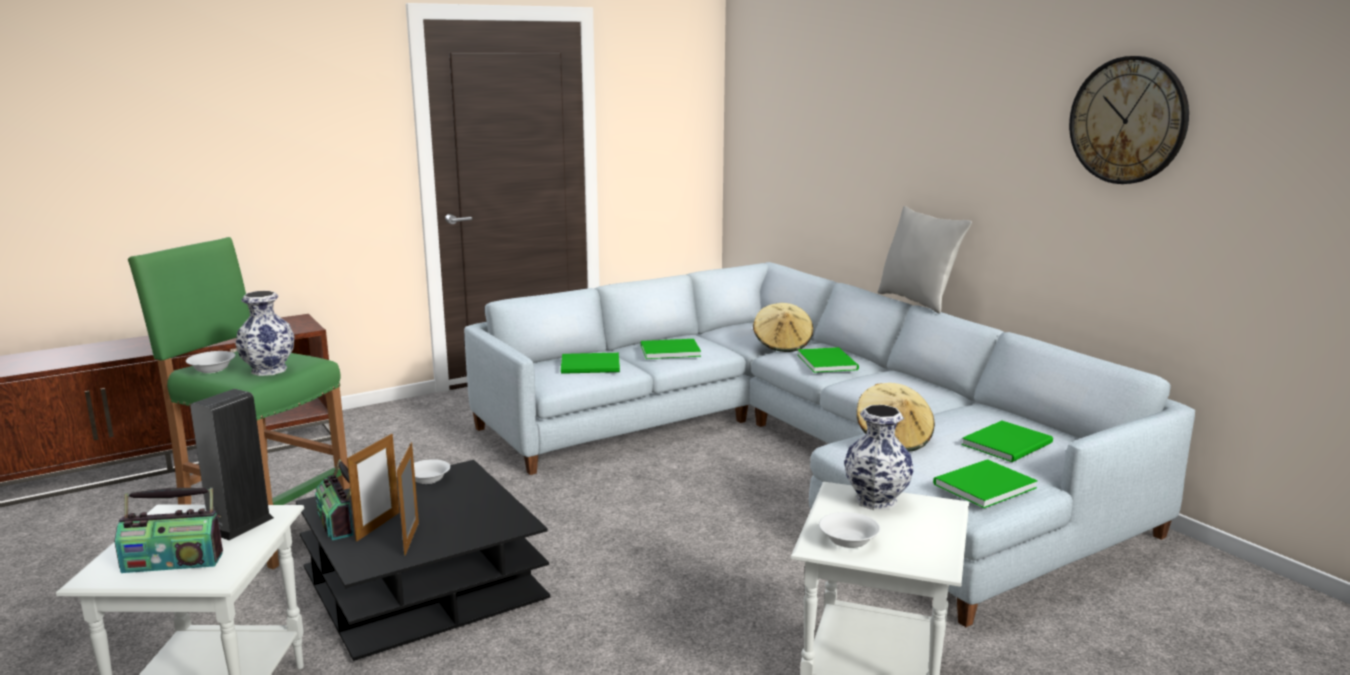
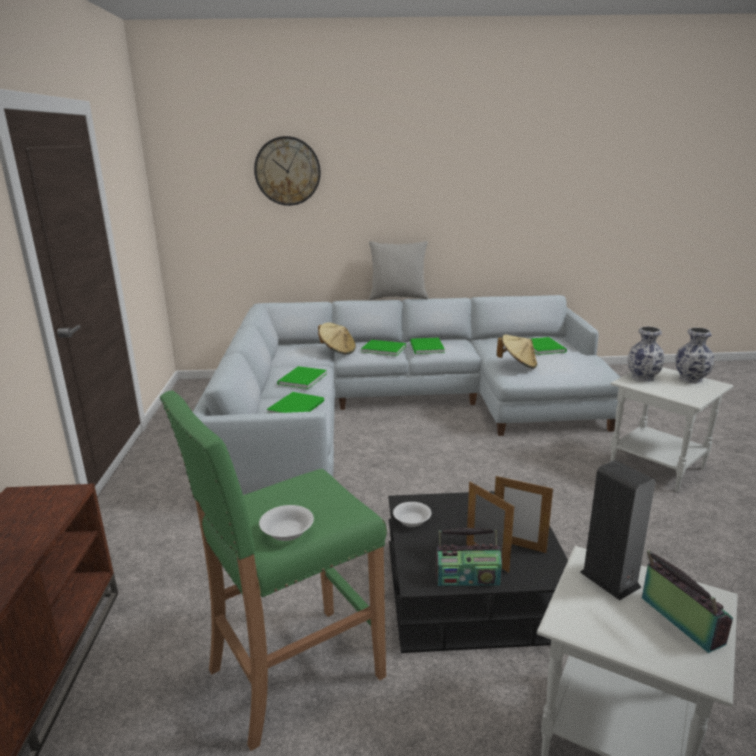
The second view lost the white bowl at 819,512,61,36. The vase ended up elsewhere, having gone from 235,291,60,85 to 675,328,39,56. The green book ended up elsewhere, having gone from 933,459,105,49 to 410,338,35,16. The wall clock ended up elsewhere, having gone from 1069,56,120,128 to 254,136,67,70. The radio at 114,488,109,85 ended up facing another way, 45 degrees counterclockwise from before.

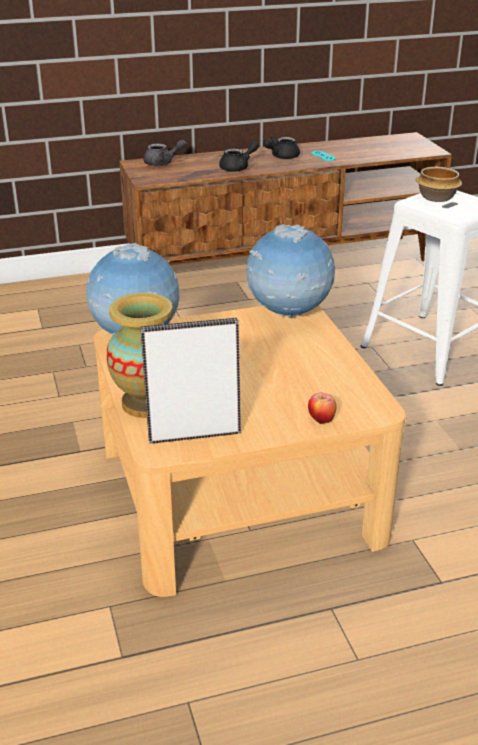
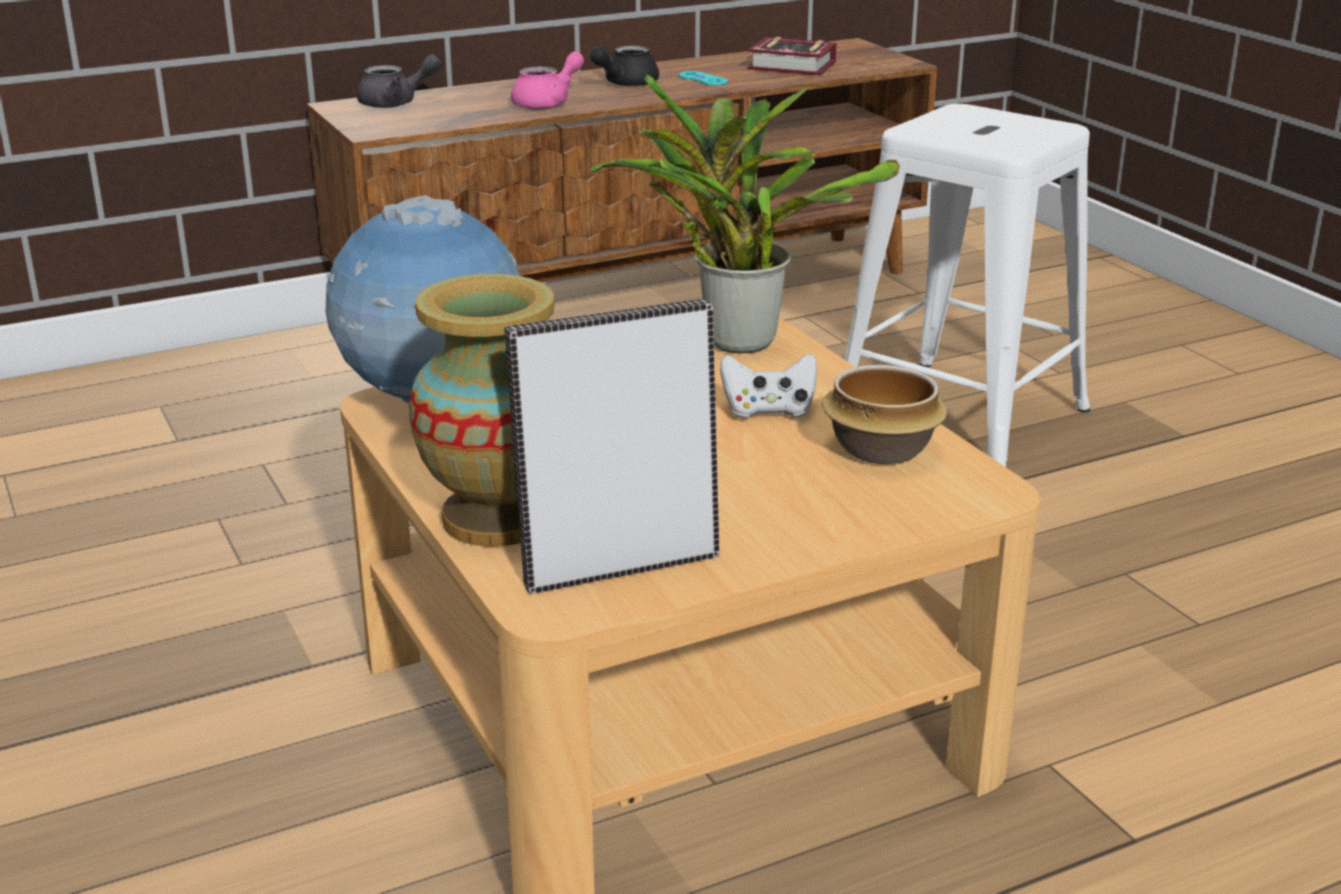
The second view lost the apple at 308,393,28,31. The second view gained the white game controller at 720,353,97,65. The second view gained the book at 747,37,90,39. The bowl ended up elsewhere, having gone from 416,167,46,35 to 822,365,125,99. Where the globe stood at 246,224,89,93, the potted plant came to stand at 589,75,311,279. What was the black teapot at 219,141,40,31 turned into the pink teapot at 511,51,73,59.

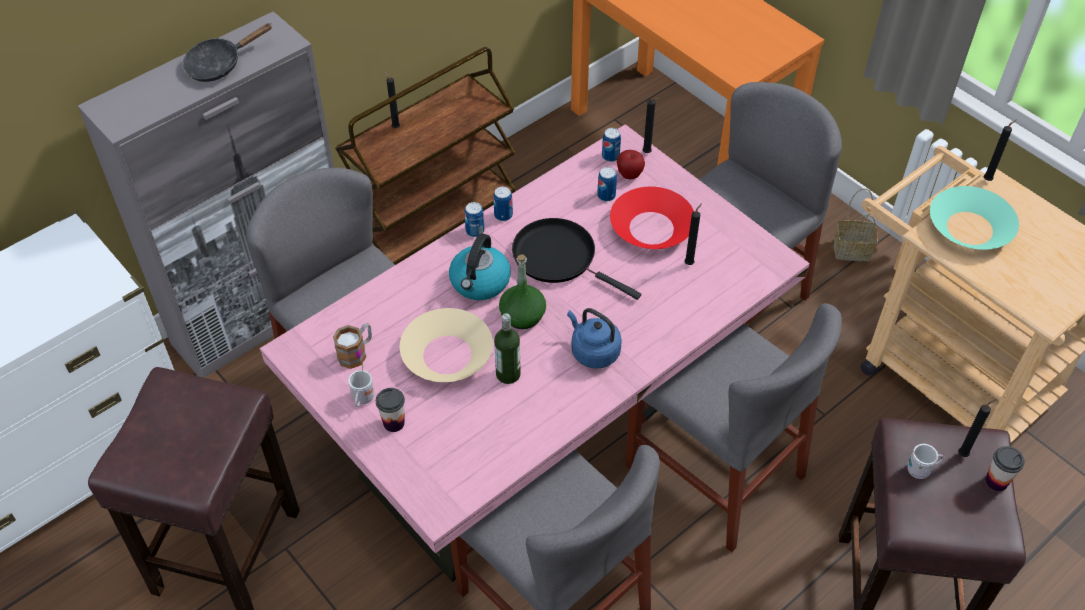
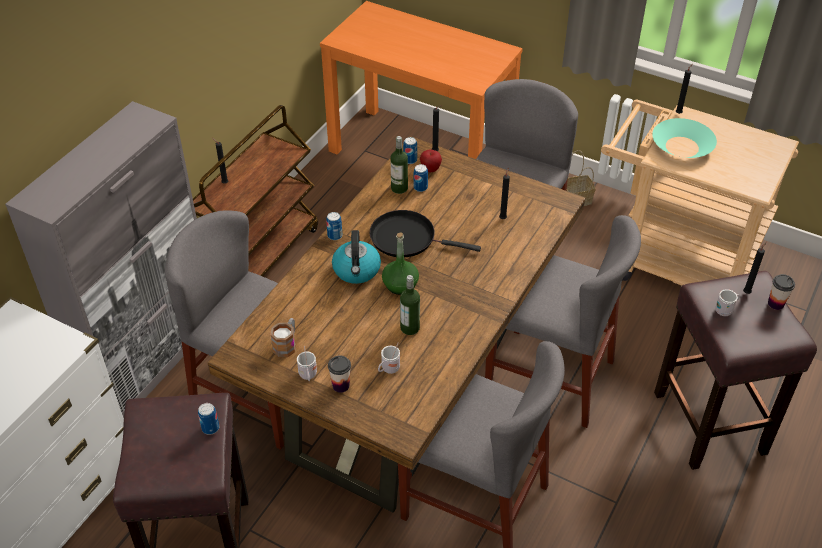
The second view lost the black frying pan at 183,23,89,59. The second view lost the beige bowl at 400,308,93,74. The second view lost the blue kettle at 567,308,55,61. The second view lost the red bowl at 610,187,84,62. The second view gained the white mug at 378,342,22,32. The second view gained the bottle at 391,136,17,58. The can ended up elsewhere, having gone from 493,186,20,35 to 198,403,21,32. What was the pink dining table at 260,124,550,458 turned into the brown dining table at 207,136,378,377.

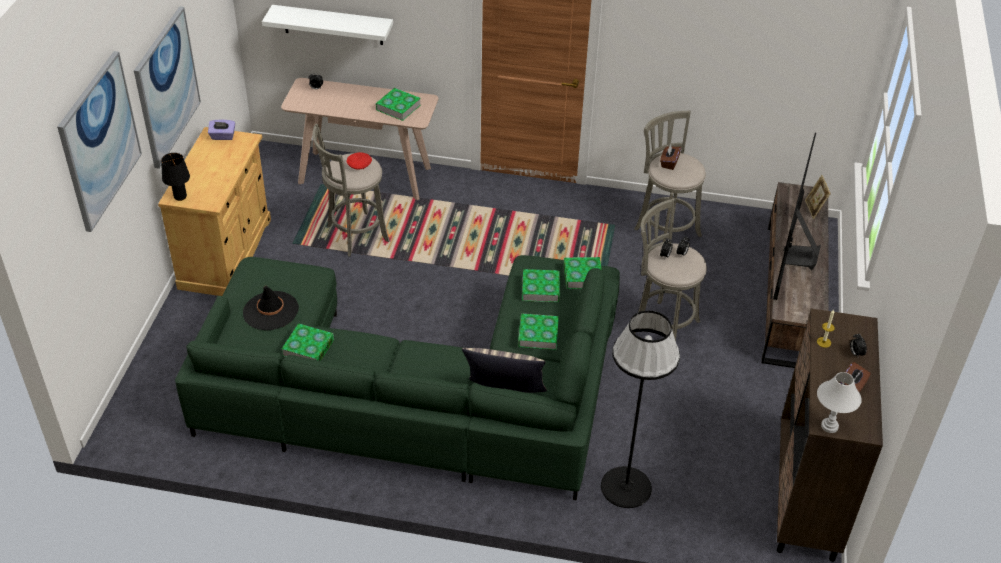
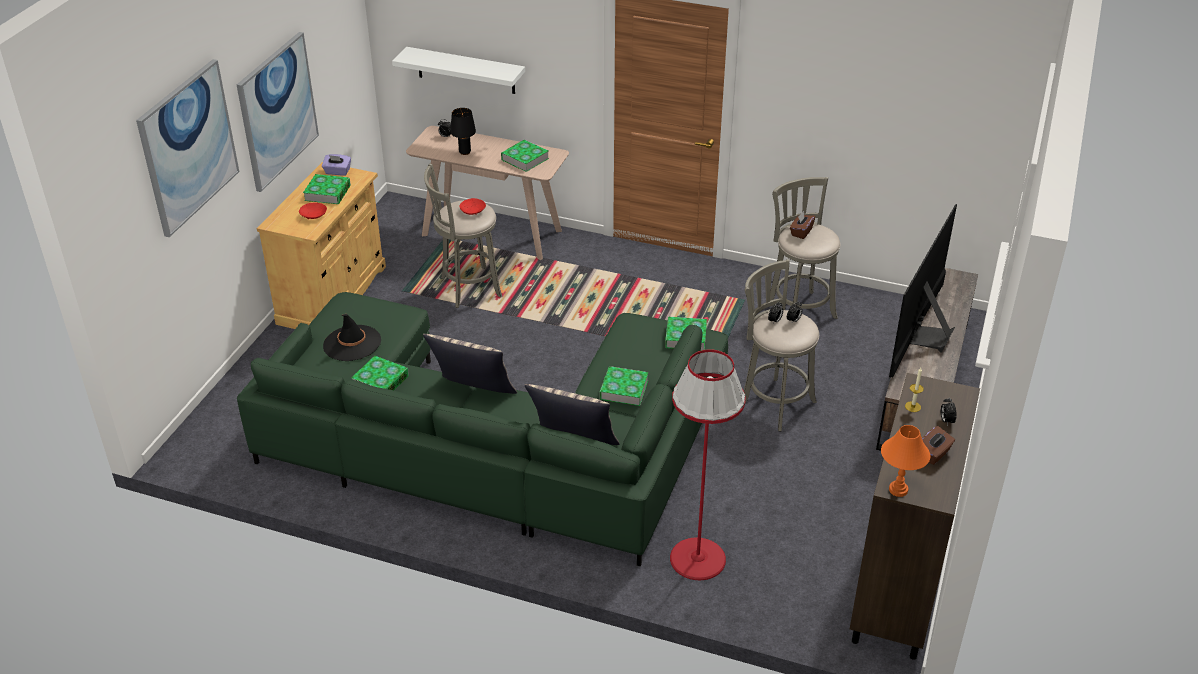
The second view lost the picture frame at 805,175,26,44. The second view gained the red bowl at 299,202,28,17. The second view gained the pillow at 423,334,94,60. The black table lamp ended up elsewhere, having gone from 161,153,29,48 to 450,108,26,47. The book ended up elsewhere, having gone from 522,269,38,33 to 303,174,48,30. What was the black floor lamp at 601,310,79,198 turned into the red floor lamp at 670,349,76,231. What was the white table lamp at 817,372,45,61 turned into the orange table lamp at 881,425,50,72.

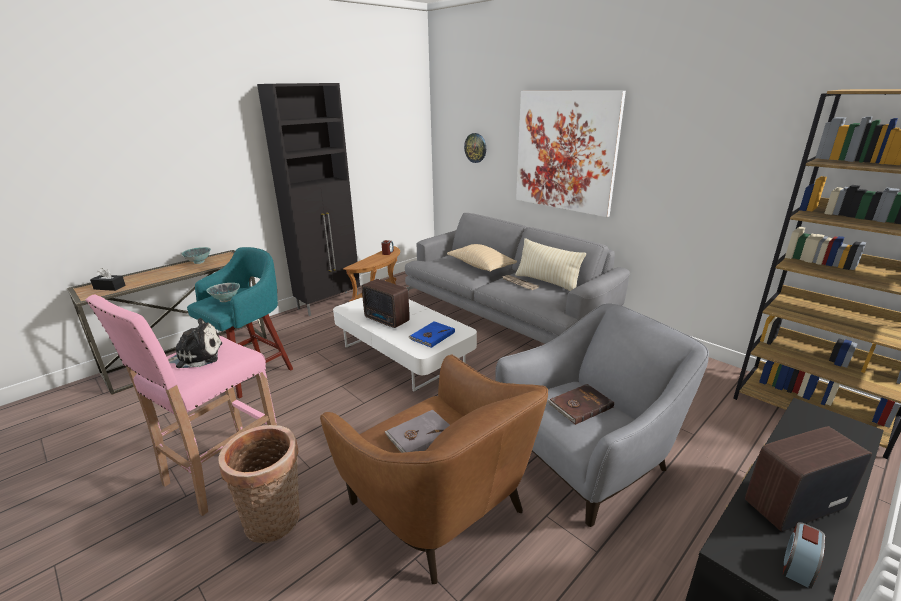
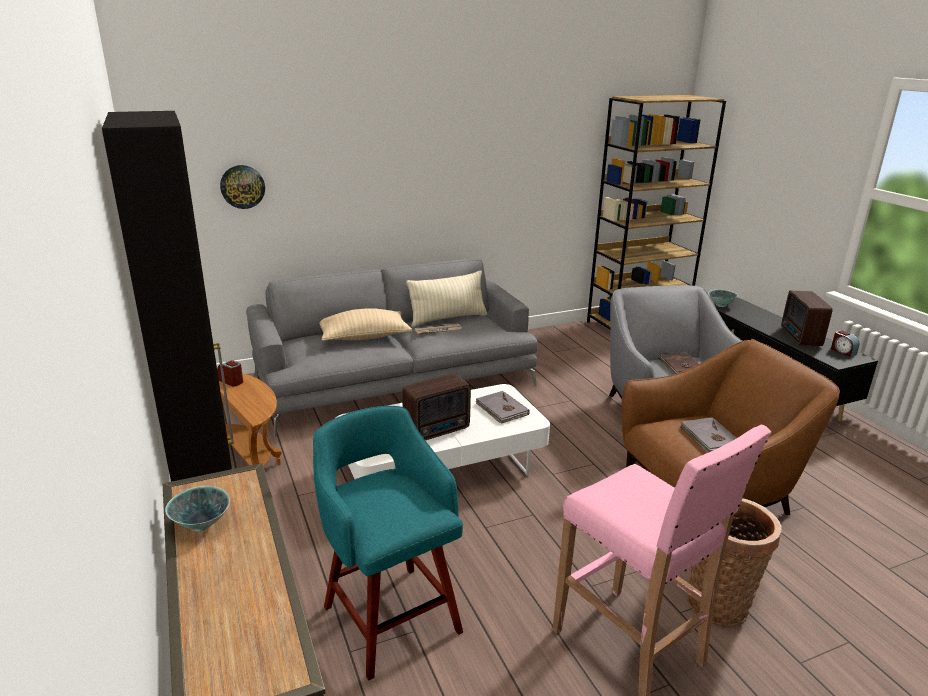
The second view lost the black tissue box at 90,268,36,23. The second view lost the plush toy at 168,318,54,50. The second view lost the picture at 516,91,110,126. The bowl ended up elsewhere, having gone from 206,283,34,19 to 708,289,30,18. What was the blue book at 409,321,46,27 turned into the grey book at 476,391,54,32.

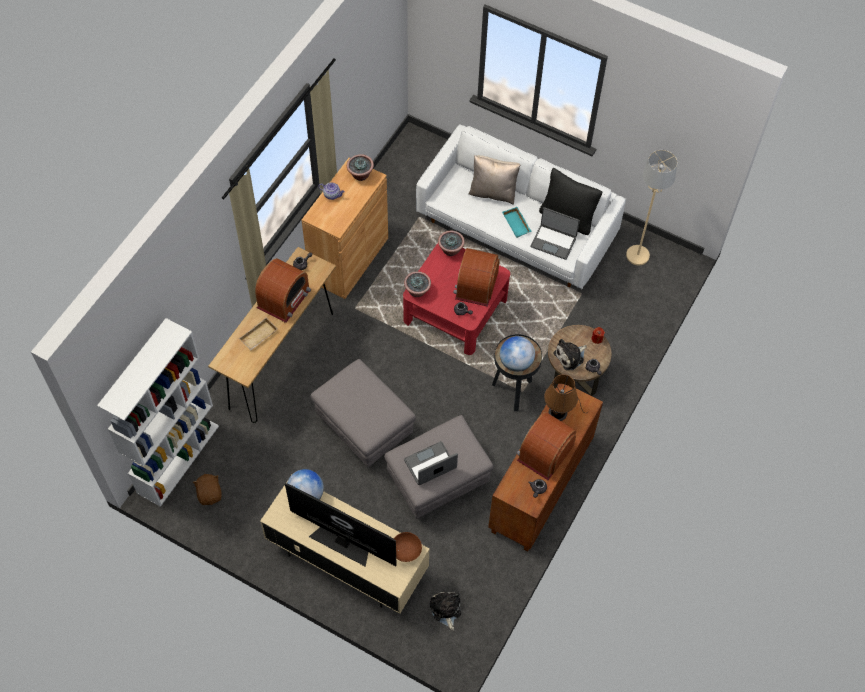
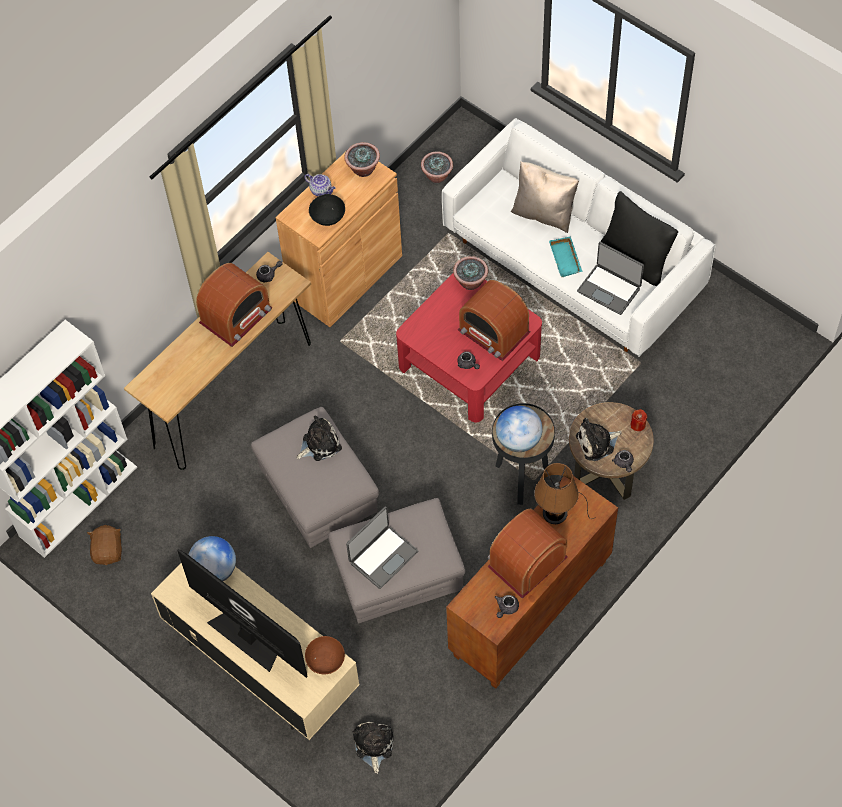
The second view lost the beige tray at 239,317,39,34. The second view lost the beige floor lamp at 626,150,51,115. The second view gained the plush toy at 296,415,46,46. The second view gained the black bowl at 309,194,36,32. The potted plant ended up elsewhere, having gone from 404,271,27,26 to 421,151,32,32. The laptop at 404,441,54,44 ended up facing another way, 150 degrees clockwise from before. The radio at 453,248,47,59 ended up facing another way, 75 degrees counterclockwise from before.

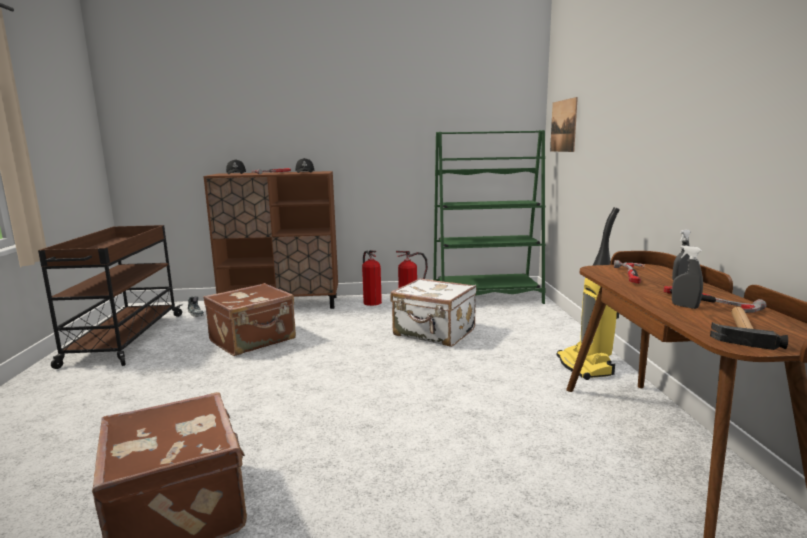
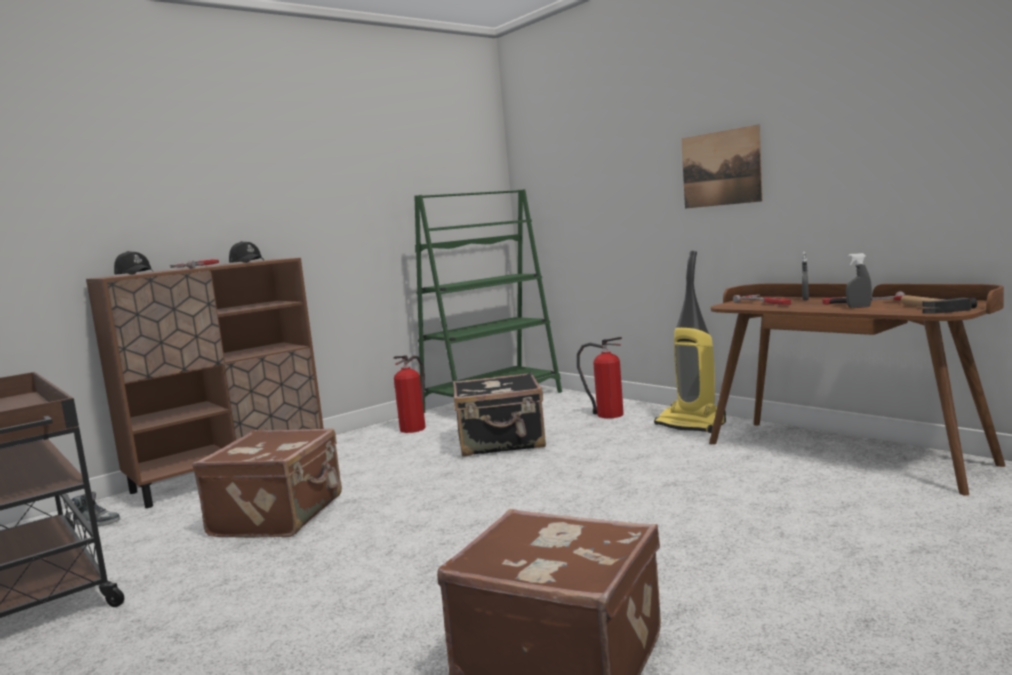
The fire extinguisher ended up elsewhere, having gone from 362,250,20,56 to 577,337,47,81. The picture ended up elsewhere, having gone from 550,97,28,55 to 681,124,82,85. What was the white suitcase at 390,278,86,69 turned into the black suitcase at 453,372,93,85.

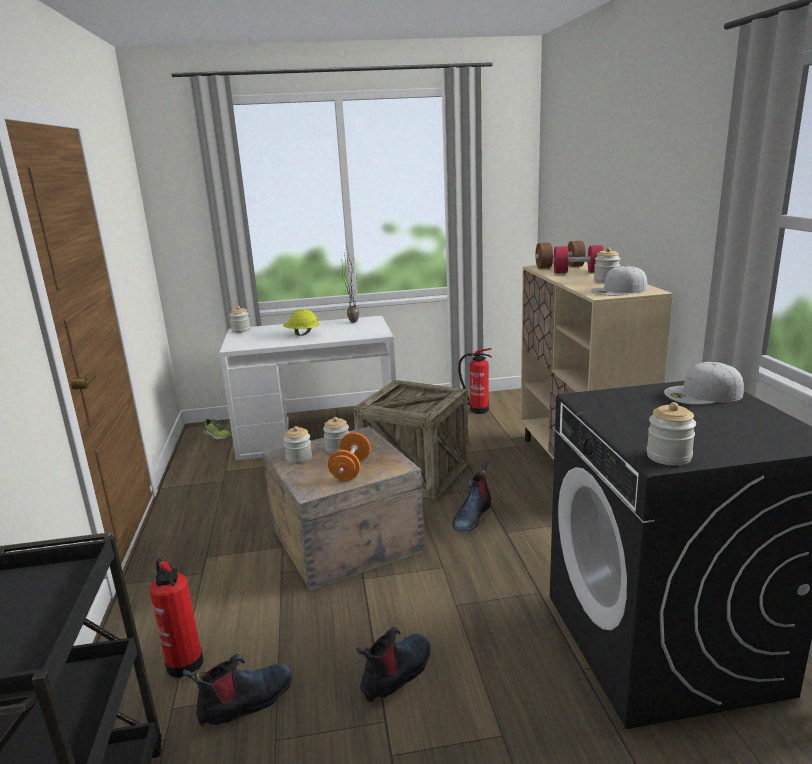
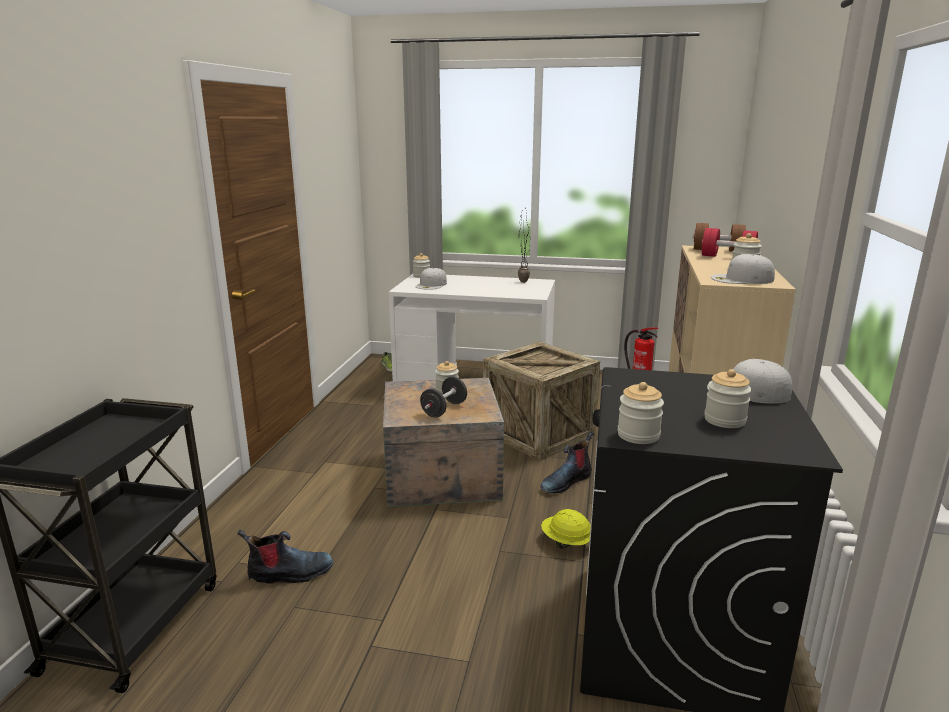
The second view lost the fire extinguisher at 150,558,54,120. The second view lost the boot at 356,627,74,75. The second view gained the white cap at 415,268,32,22. The yellow hard hat ended up elsewhere, having gone from 283,309,37,27 to 541,509,50,40. The jar ended up elsewhere, having gone from 284,426,28,38 to 704,369,48,59. What was the orange dumbbell at 328,432,42,49 turned into the black dumbbell at 420,376,47,42.

